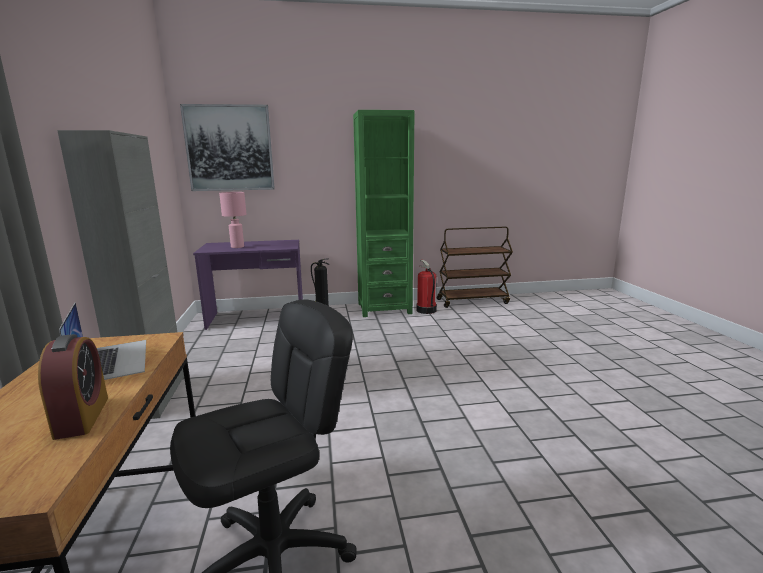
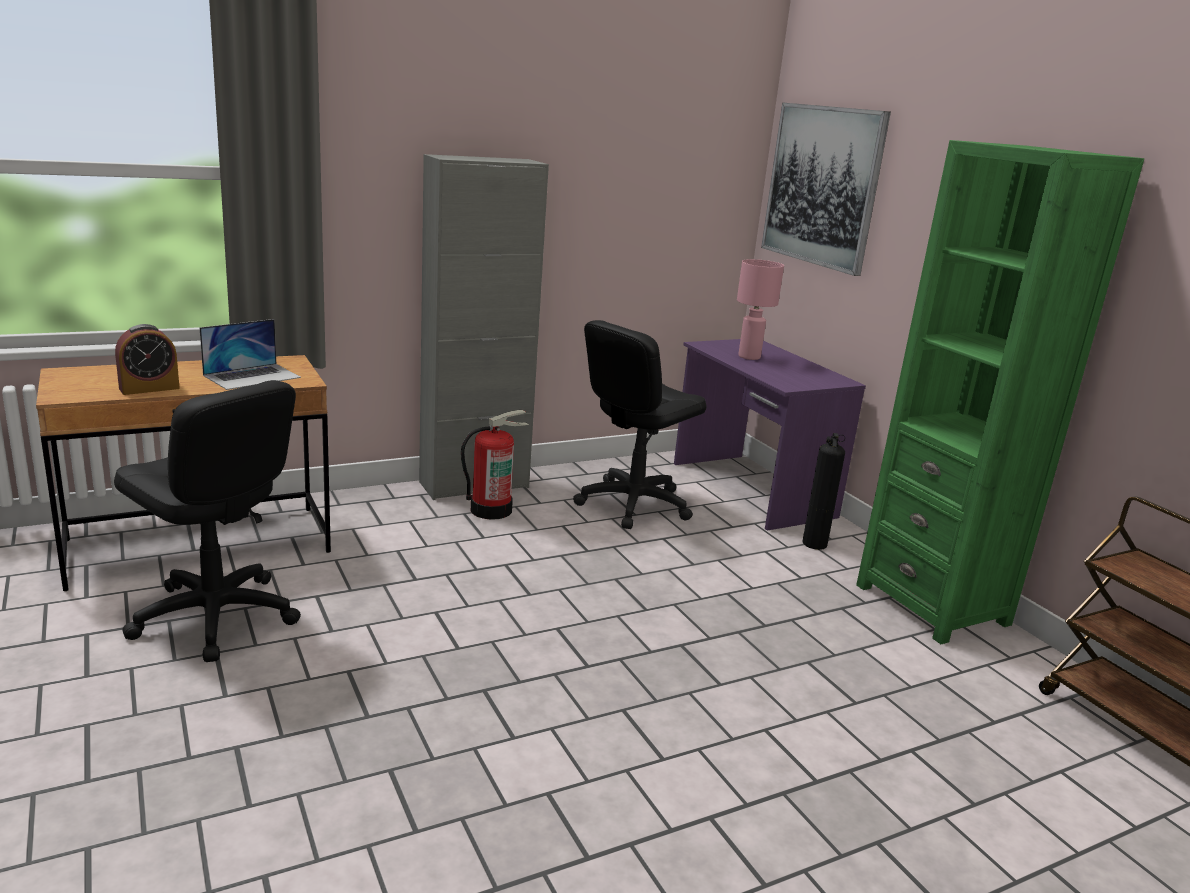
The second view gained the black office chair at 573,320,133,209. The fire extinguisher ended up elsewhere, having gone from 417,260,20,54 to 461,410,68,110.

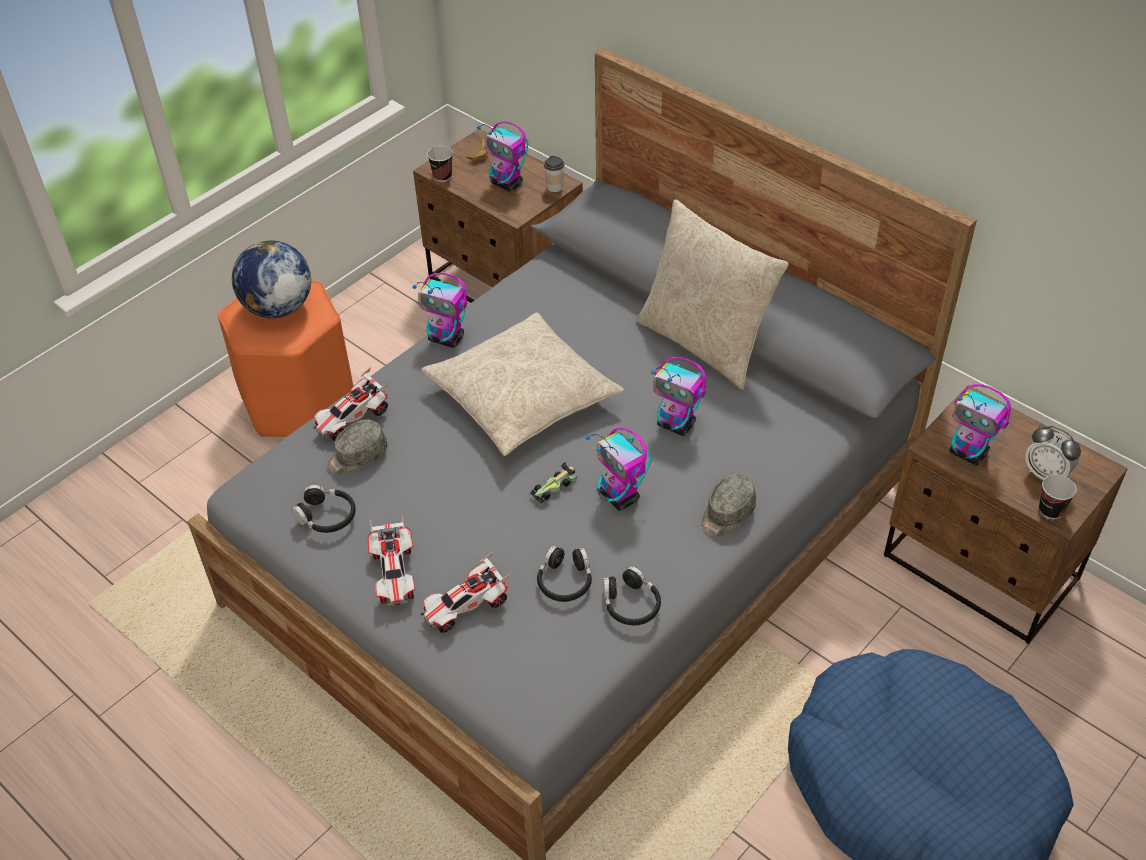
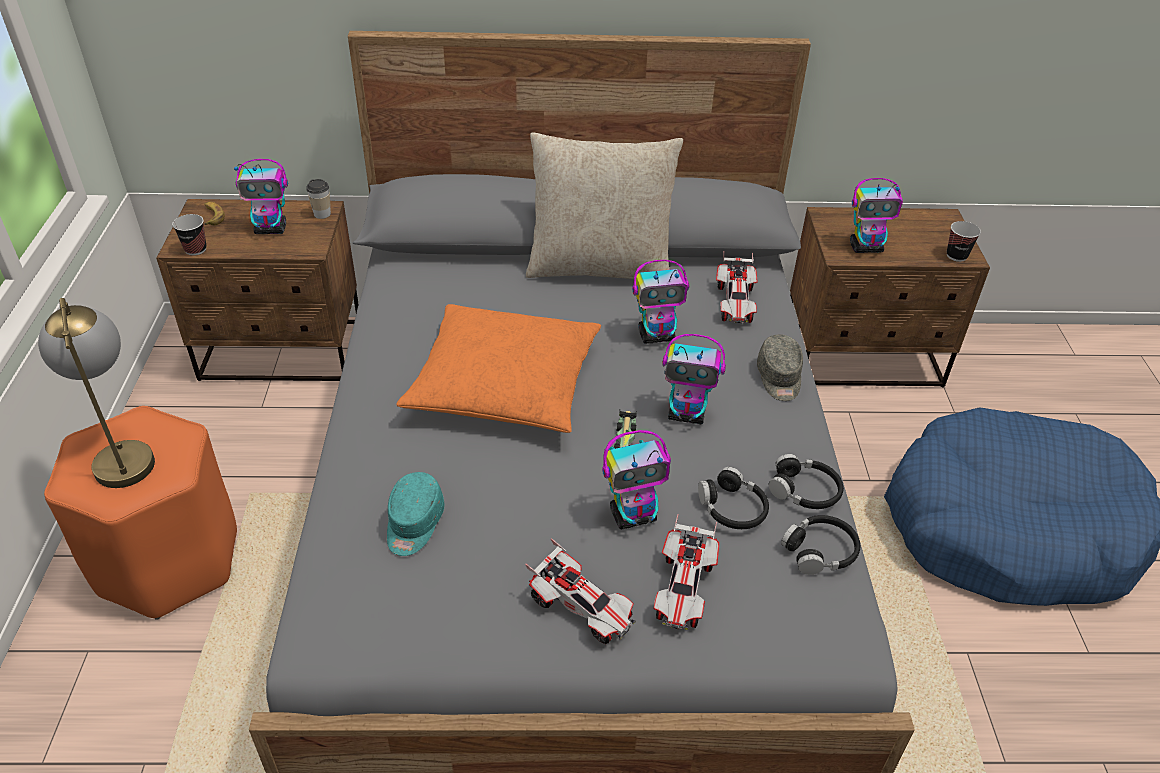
The second view lost the alarm clock at 1025,426,56,54. The black headphones ended up elsewhere, having gone from 292,485,64,48 to 781,515,79,60. The toy car ended up elsewhere, having gone from 313,367,75,74 to 716,251,42,72. The toy robot ended up elsewhere, having gone from 412,273,55,75 to 602,430,69,99. Where the globe stood at 231,240,80,78, the table lamp came to stand at 38,298,117,190. What was the grey cap at 327,419,60,55 turned into the turquoise cap at 387,472,57,84. What was the beige pillow at 422,313,202,143 turned into the orange pillow at 396,304,205,129.

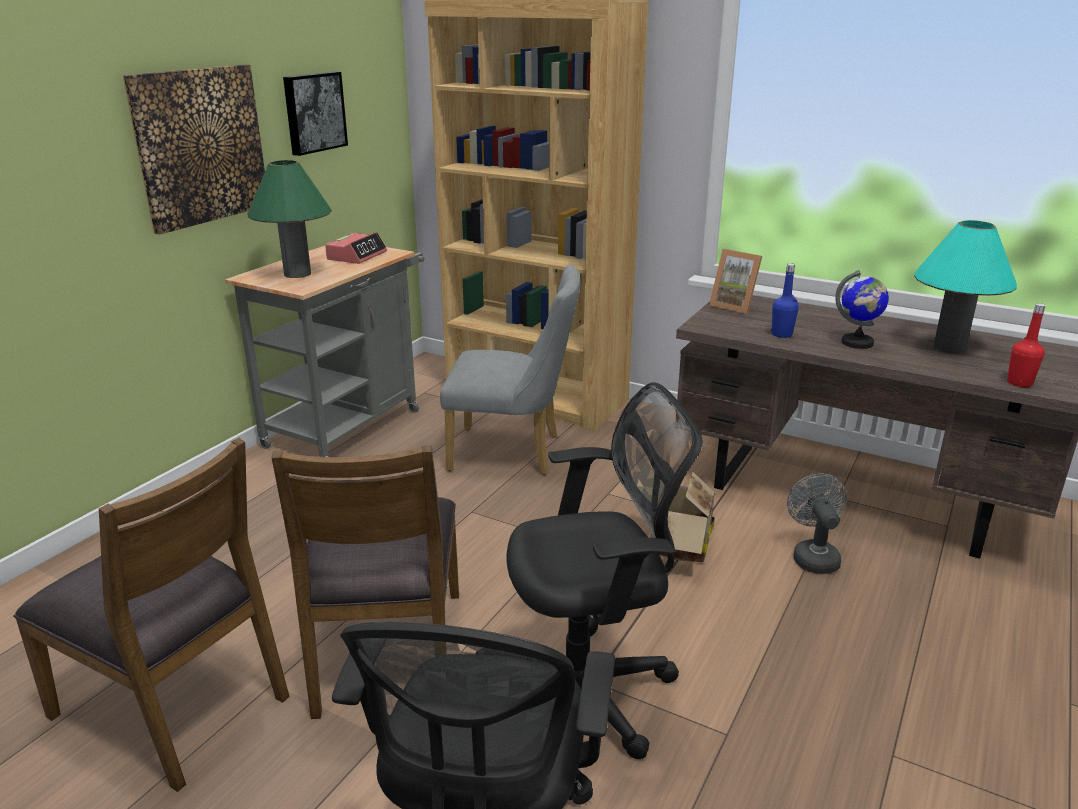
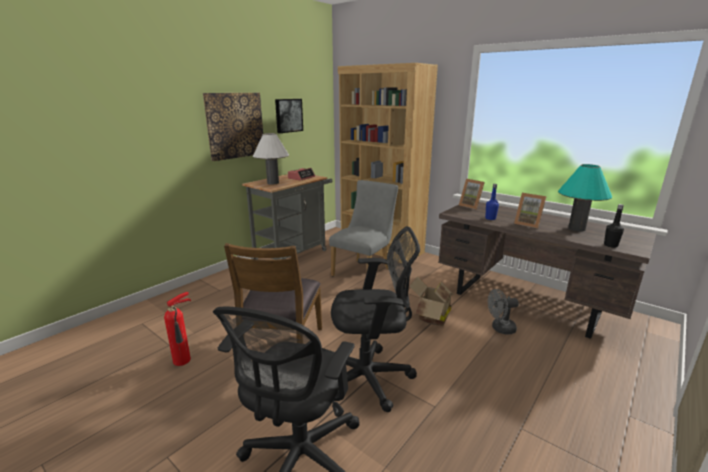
Where the brown chair stood at 13,438,277,354, the fire extinguisher came to stand at 164,292,27,74. Where the globe stood at 835,270,54,79, the picture frame came to stand at 514,193,32,36. What was the green table lamp at 247,160,85,118 turned into the white table lamp at 253,133,36,52. What was the red bottle at 1007,303,39,84 turned into the black bottle at 604,204,20,44. The grey chair at 440,264,140,211 ended up facing another way, 75 degrees counterclockwise from before. The grey fan at 787,473,60,101 ended up facing another way, 105 degrees counterclockwise from before.

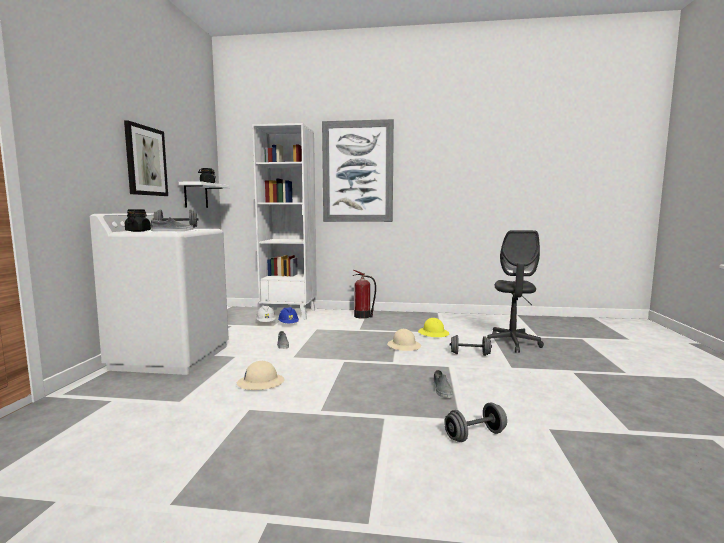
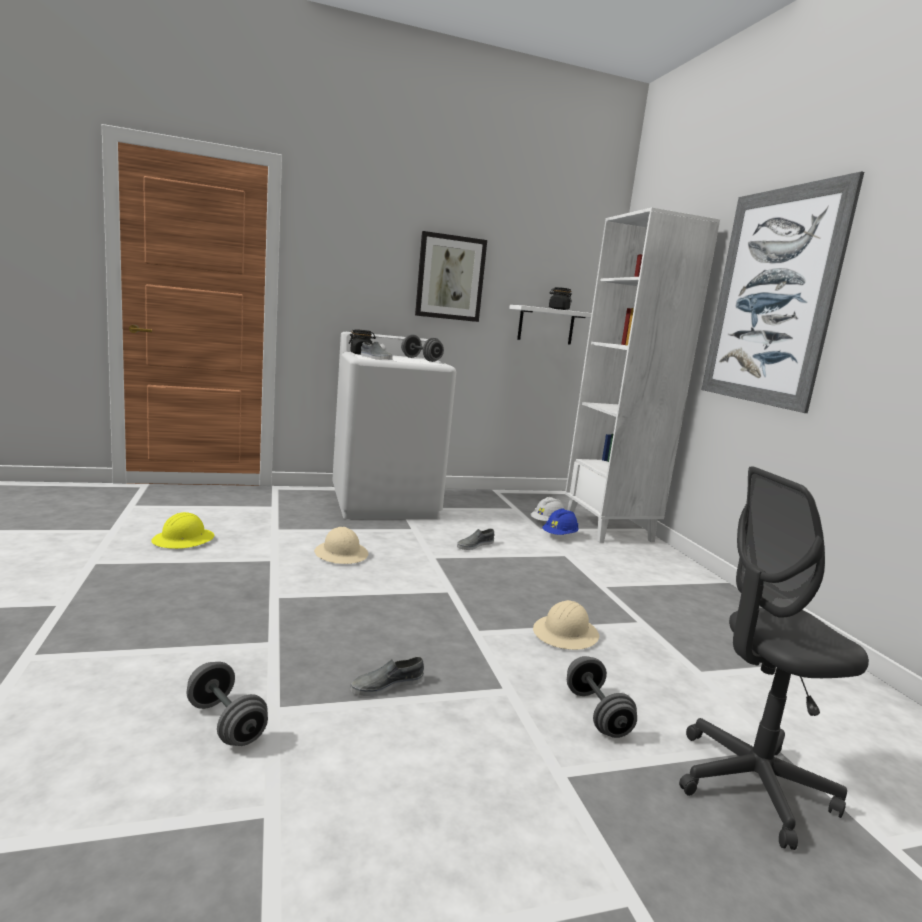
The second view lost the fire extinguisher at 353,270,23,48. The yellow hard hat ended up elsewhere, having gone from 418,318,31,19 to 151,512,63,37.

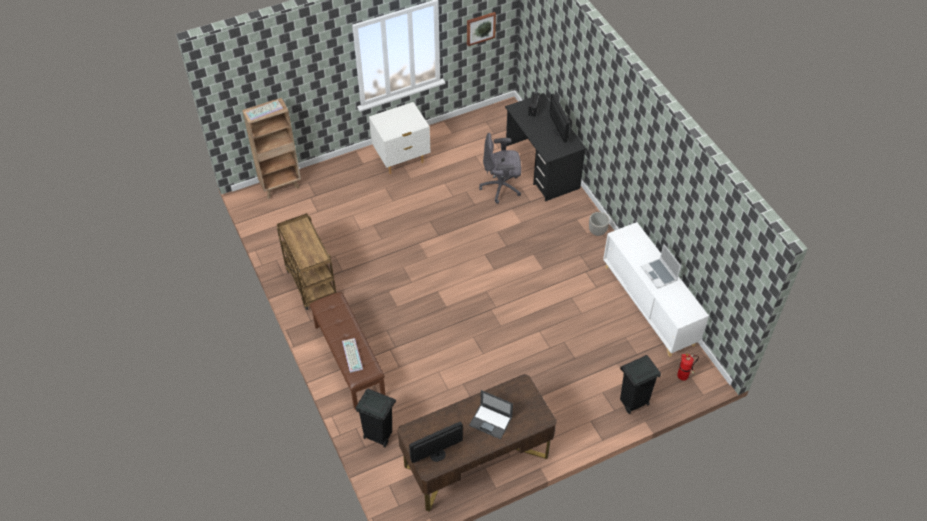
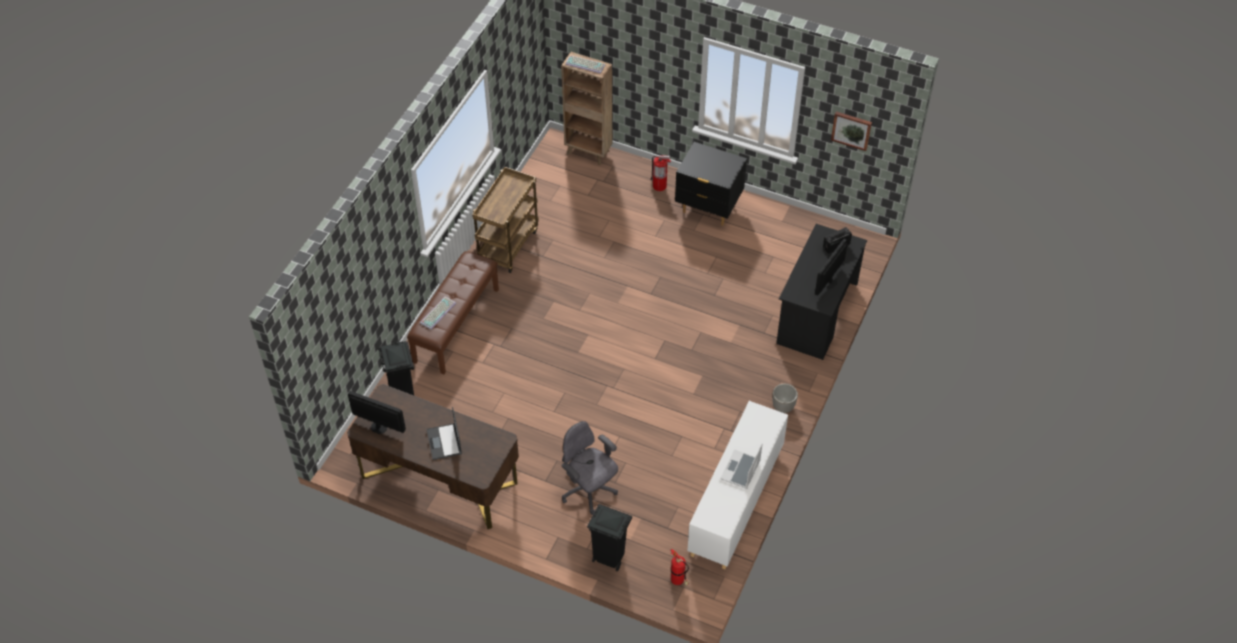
The second view gained the fire extinguisher at 650,155,21,36. The grey office chair ended up elsewhere, having gone from 479,133,42,71 to 562,421,56,94. What was the white nightstand at 369,102,62,72 turned into the black nightstand at 675,142,72,84.

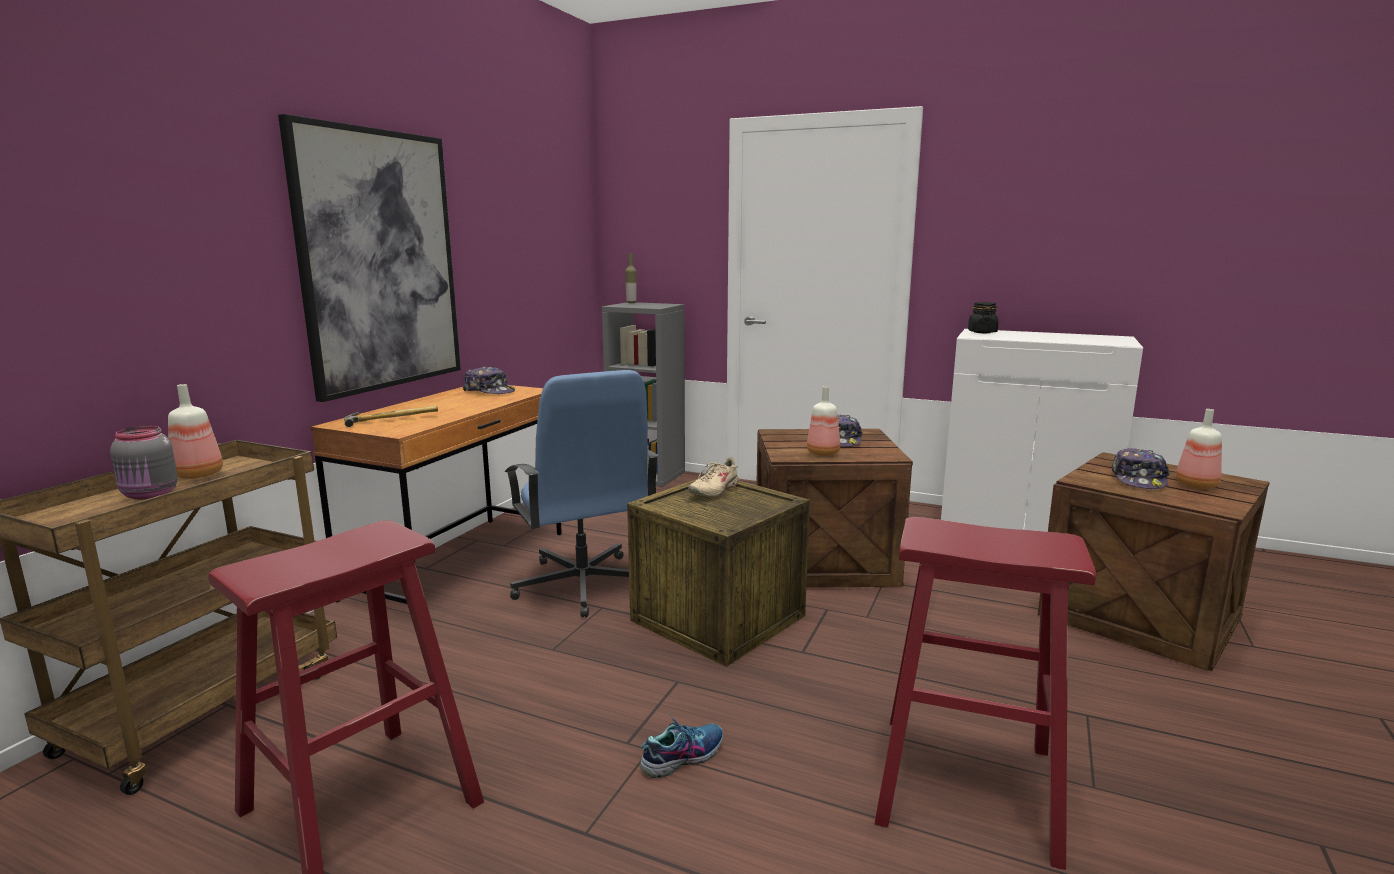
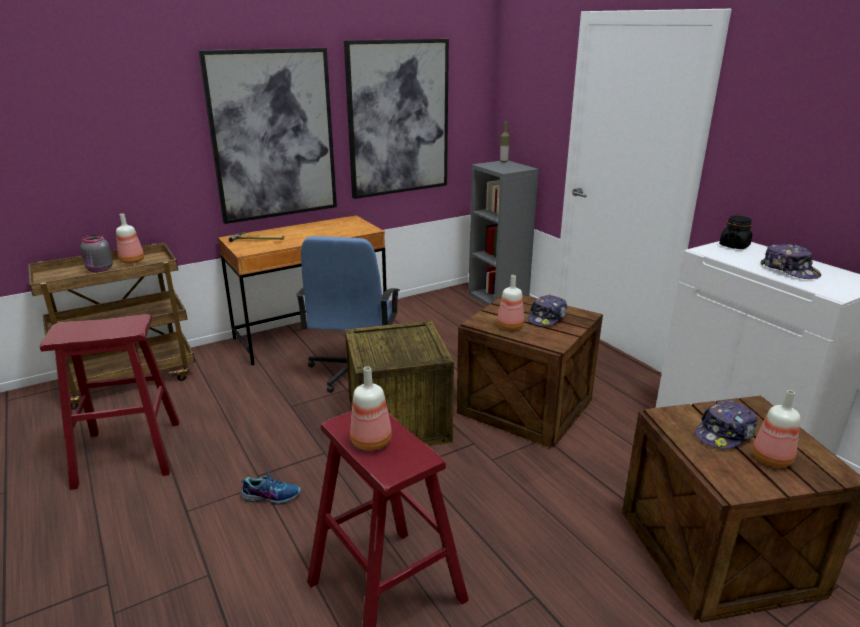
The second view lost the beige shoe at 688,457,54,40. The second view gained the picture at 344,39,105,160. The second view gained the bottle at 350,367,42,84. The cap ended up elsewhere, having gone from 463,367,52,27 to 761,244,60,35.

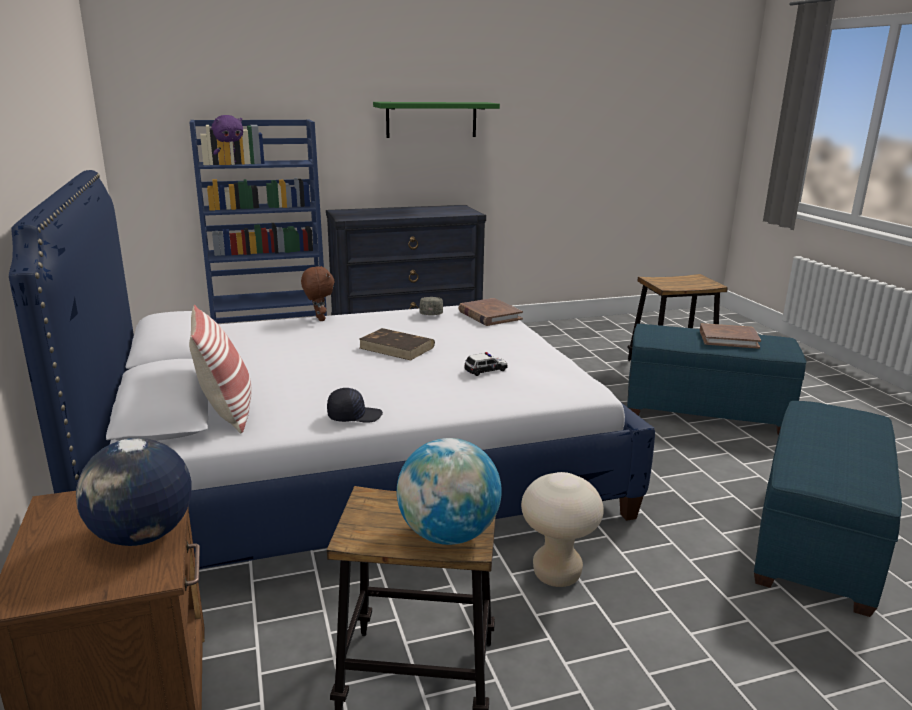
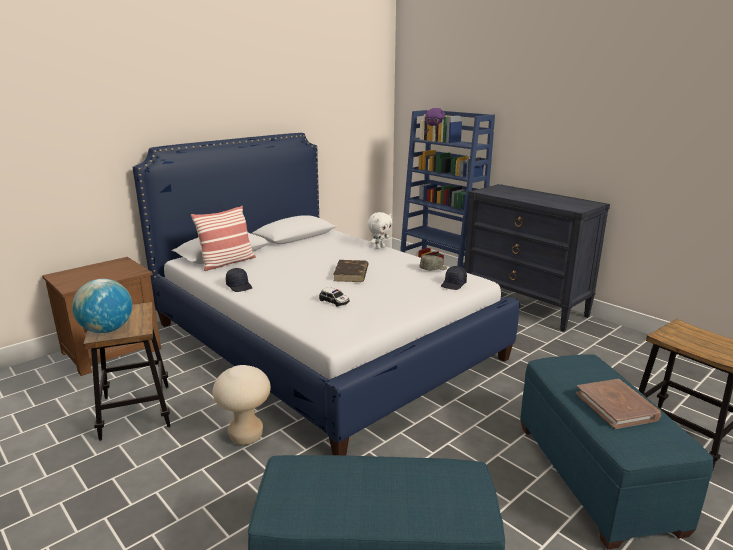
The second view lost the globe at 76,438,116,108. The second view lost the green shelf at 373,102,127,36. Where the brown book stood at 458,298,65,28, the black cap came to stand at 441,266,26,24. What was the brown plush toy at 301,266,33,55 turned into the white plush toy at 368,212,25,37.

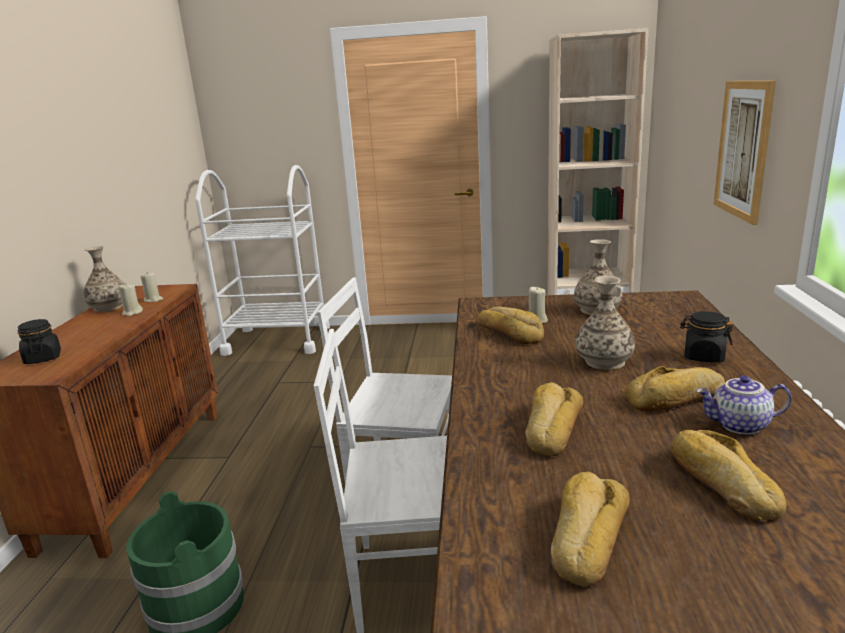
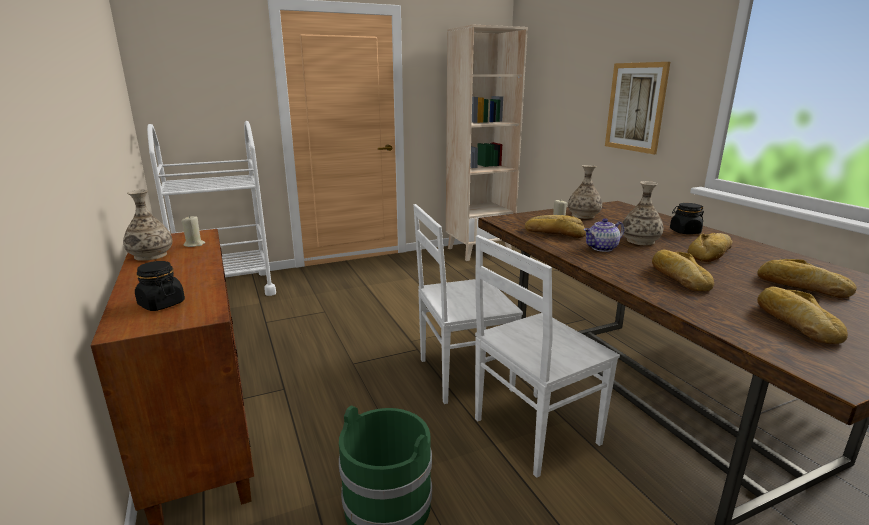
The second view lost the beige candle at 118,283,25,33. The teapot ended up elsewhere, having gone from 696,375,96,60 to 583,218,41,34.

